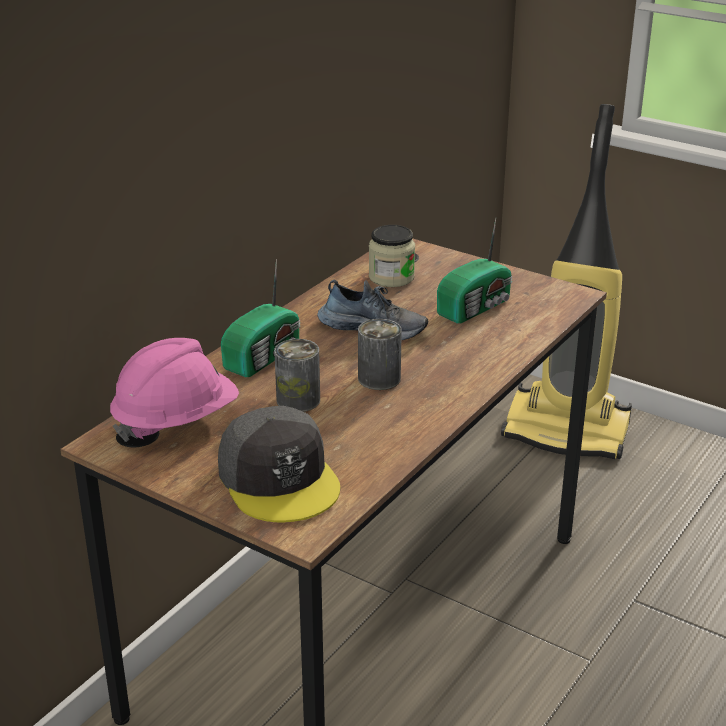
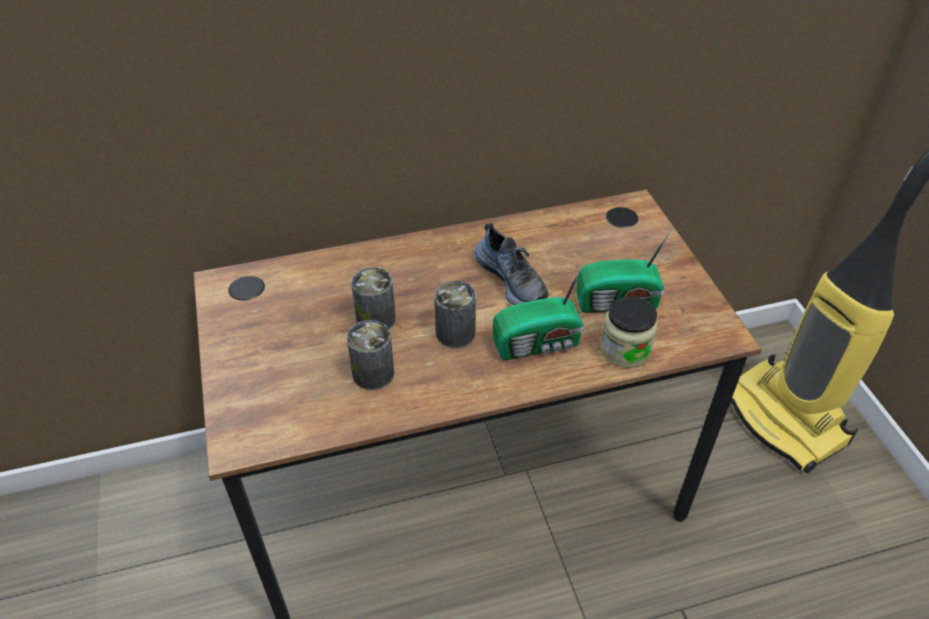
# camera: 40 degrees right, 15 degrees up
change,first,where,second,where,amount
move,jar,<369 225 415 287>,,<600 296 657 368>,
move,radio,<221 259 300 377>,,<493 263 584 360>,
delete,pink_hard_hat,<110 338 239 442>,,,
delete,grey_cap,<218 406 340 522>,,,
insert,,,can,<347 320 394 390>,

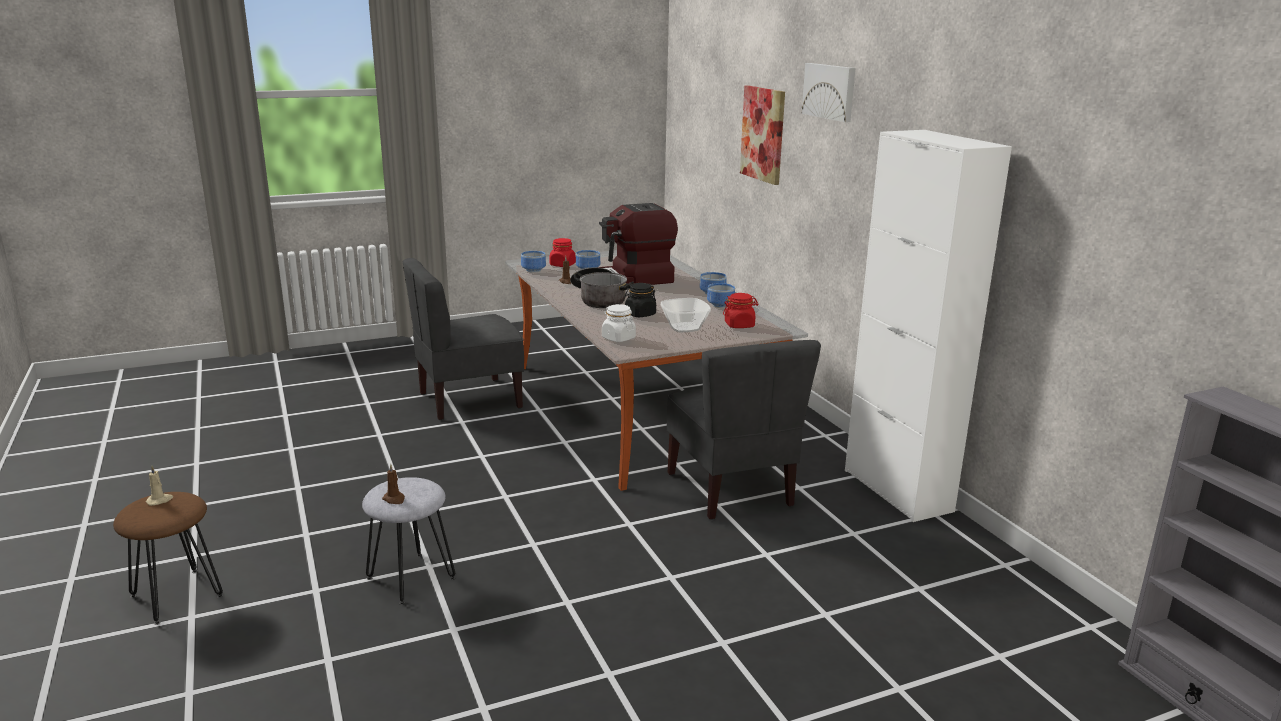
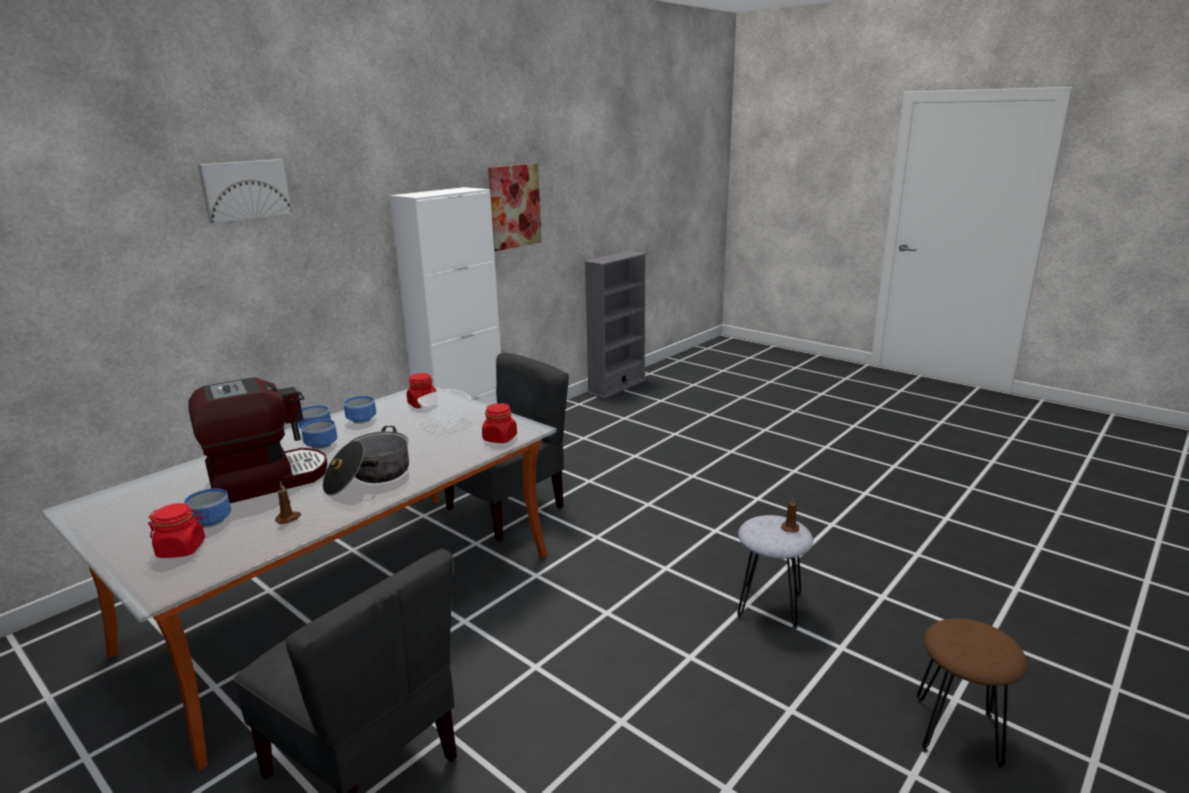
# camera: 115 degrees left, 0 degrees up
change,first,where,second,where,amount
move,picture,<740 85 785 185>,,<488 163 541 251>,
rotate,coffee_machine,<598 203 678 285>,,<188 377 327 503>,75 degrees counterclockwise
move,bowl,<521 251 546 273>,,<301 419 337 450>,
delete,black_jar,<625 283 656 317>,,,
recolor,white_jar,<602 304 636 342>,red_jar,<482 403 517 443>,
delete,beige_candle,<146 466 173 506>,,,

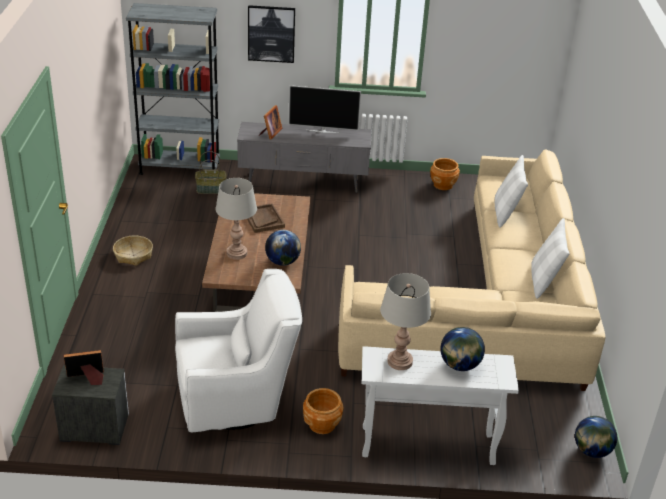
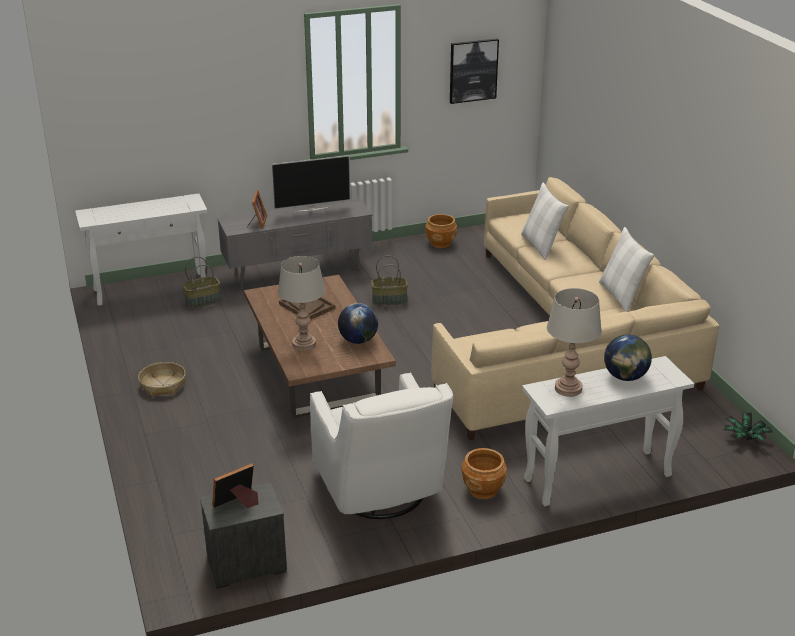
# camera: 20 degrees left, 5 degrees down
change,first,where,second,where,amount
replace,grey_bookcase,<126 3 220 175>,white_console_table,<75 193 207 306>,
move,picture,<248 5 295 63>,,<450 38 499 104>,
rotate,white_armchair,<175 269 302 432>,,<310 372 453 519>,105 degrees clockwise
replace,globe,<575 416 617 458>,potted_plant,<724 412 774 443>,
insert,,,basket,<371 255 408 305>,

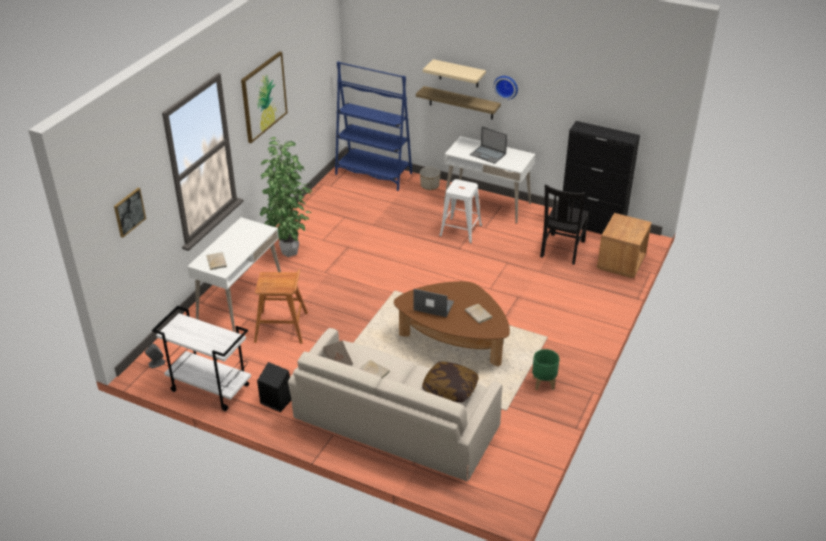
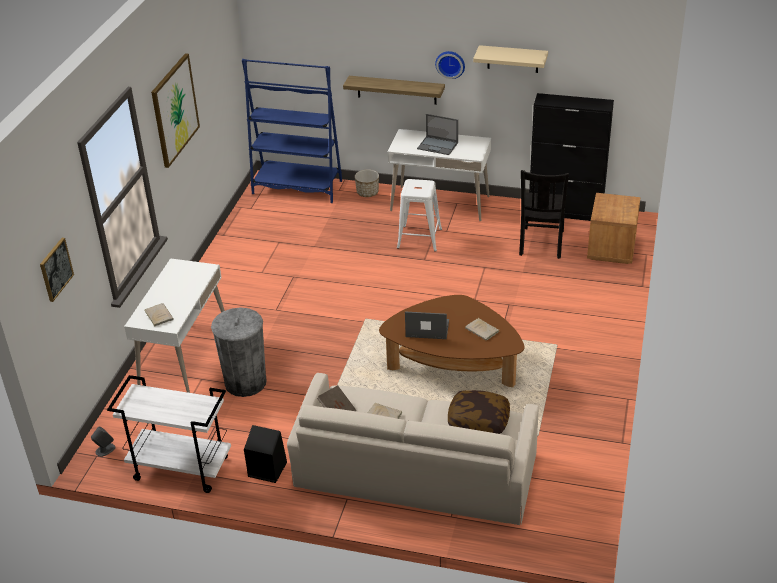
# camera: 10 degrees left, 0 degrees up
change,first,where,second,where,amount
move,beige_shelf,<423 59 486 88>,,<473 45 548 73>,
delete,potted_plant,<259 137 312 257>,,,
replace,brown_stool,<254 270 308 344>,grey_trash_can,<211 308 266 397>,
delete,green_planter,<532 349 560 390>,,,

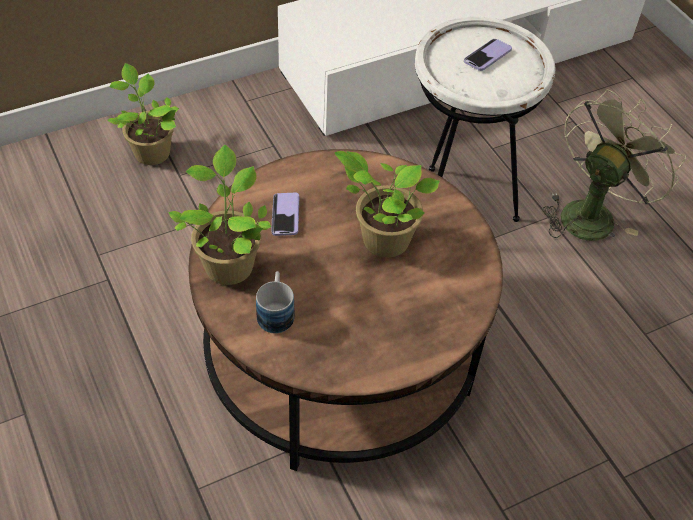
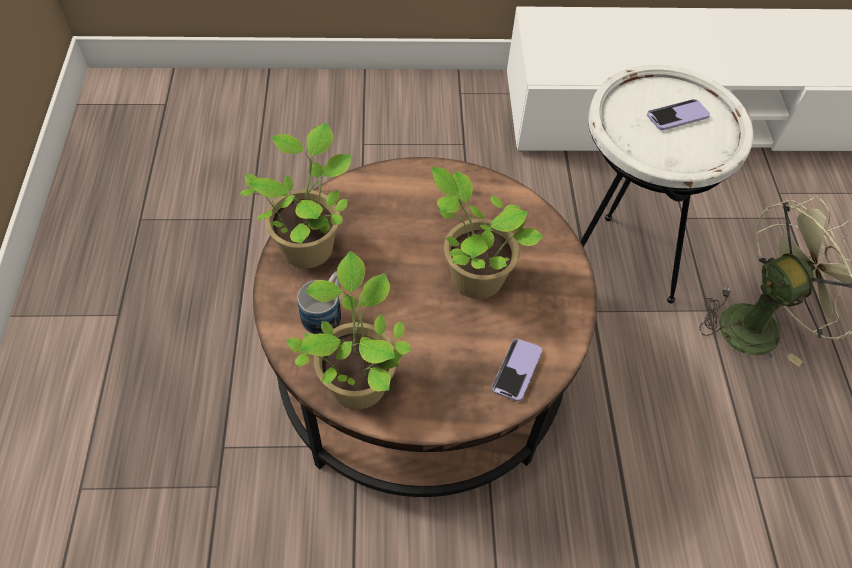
# camera: 25 degrees right, 5 degrees up
change,first,where,second,where,amount
move,potted_plant,<107 63 179 165>,,<286 251 411 410>,
move,phone,<271 193 299 236>,,<492 339 542 401>,

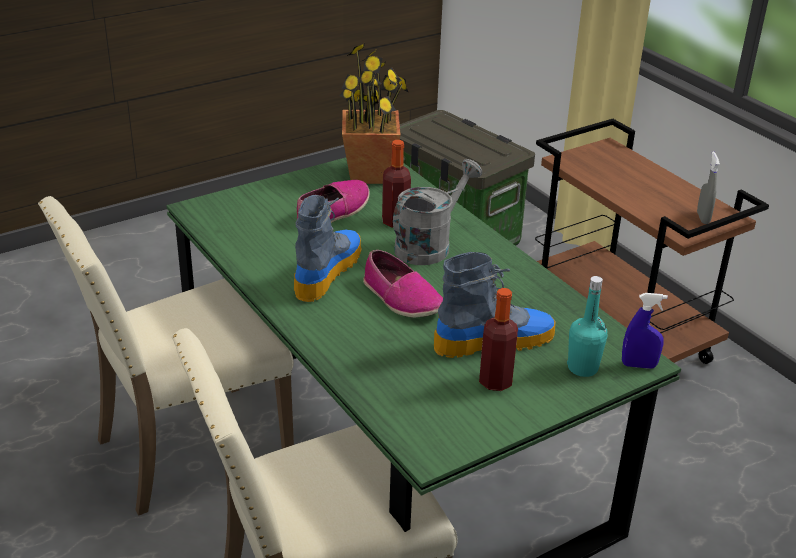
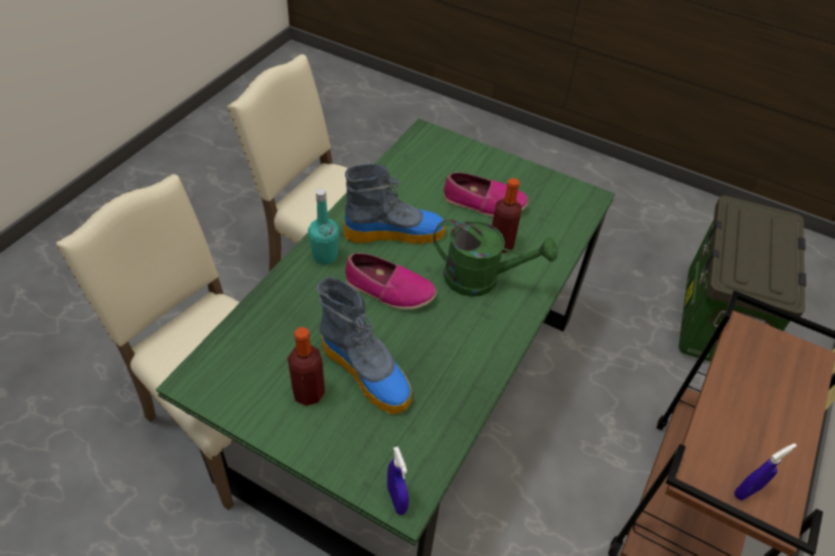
# camera: 60 degrees right, 15 degrees up
change,first,where,second,where,amount
delete,potted_plant,<339 43 409 184>,,,
recolor,grey_spray_bottle,<697 151 720 224>,blue_spray_bottle,<734 443 797 501>,
recolor,grey_watering_can,<393 159 482 265>,green_watering_can,<433 219 558 297>,
rotate,shoe,<363 250 443 317>,,<345 253 437 310>,90 degrees counterclockwise
move,turquoise_bottle,<567 276 607 377>,,<308 189 339 265>,

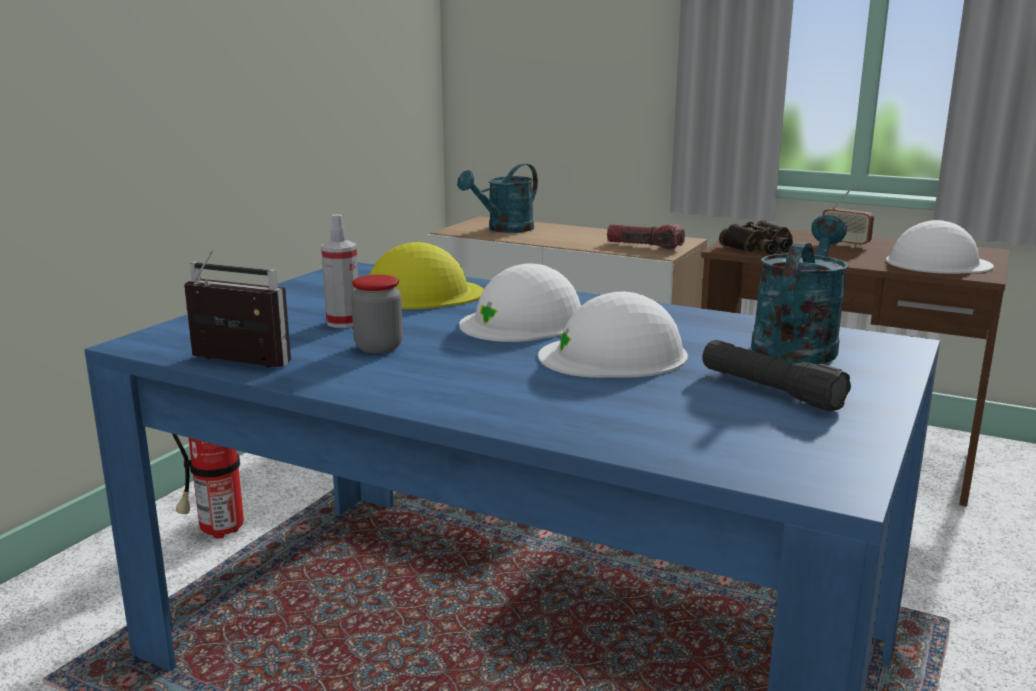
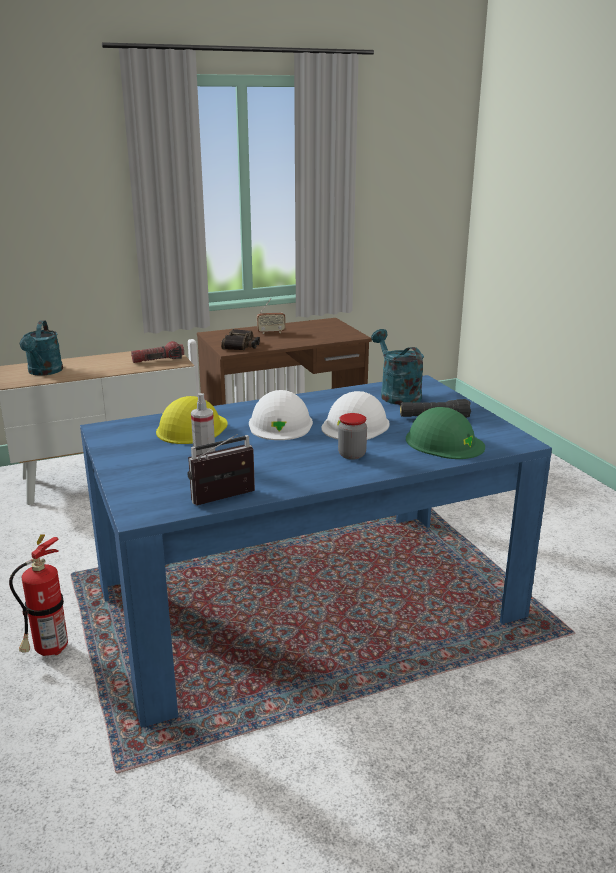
# camera: 50 degrees left, 5 degrees up
change,first,where,second,where,amount
delete,white_hard_hat,<886 220 994 274>,,,
move,jar,<351 275 403 353>,,<338 413 367 460>,
insert,,,green_hard_hat,<406 407 485 459>,

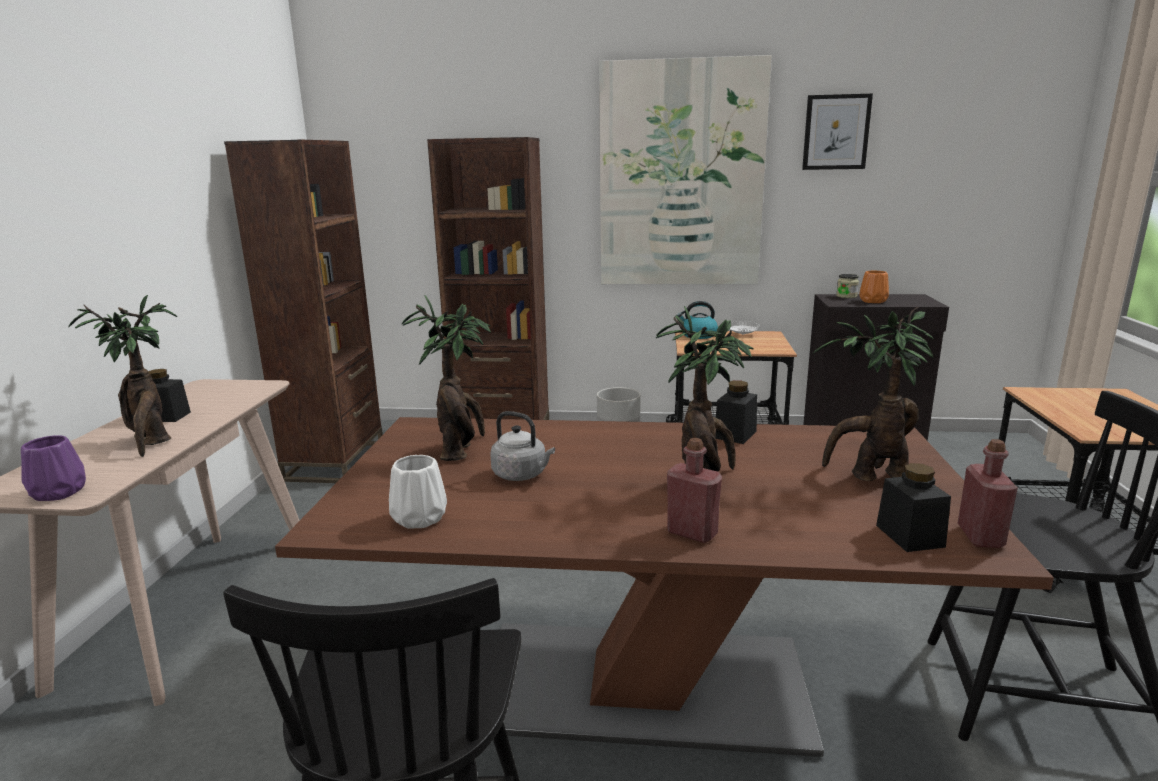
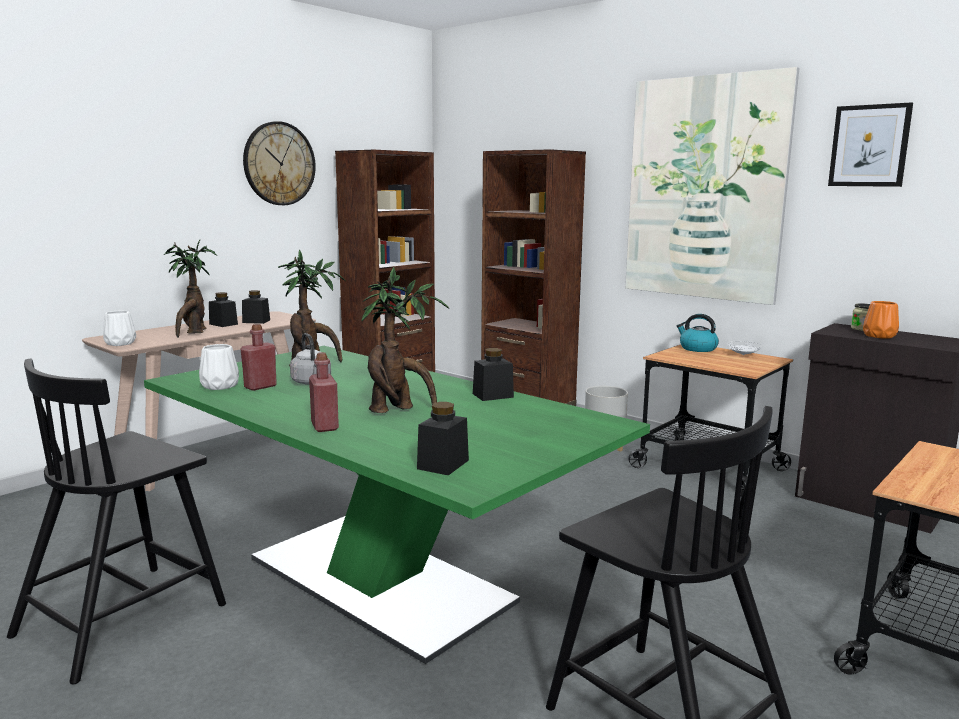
# camera: 35 degrees right, 5 degrees down
change,first,where,second,where,amount
delete,potted_plant,<813 307 934 481>,,,
recolor,brown_dining_table,<275 417 1054 757>,green_dining_table,<144 346 650 664>,
recolor,purple_vase,<21 435 86 501>,white_vase,<103 310 136 346>,
move,red_bottle,<958 439 1018 548>,,<240 324 277 391>,
insert,,,wall_clock,<243 121 316 205>,
insert,,,black_jar,<242 290 270 324>,

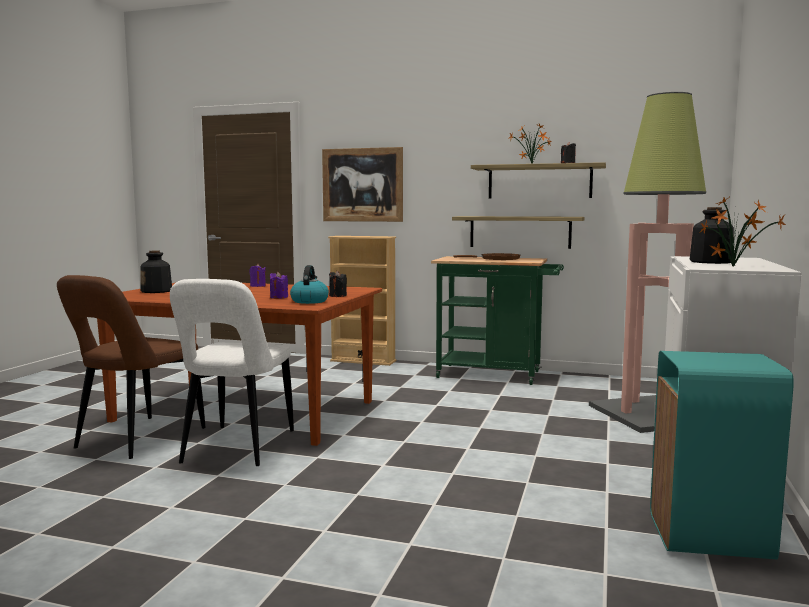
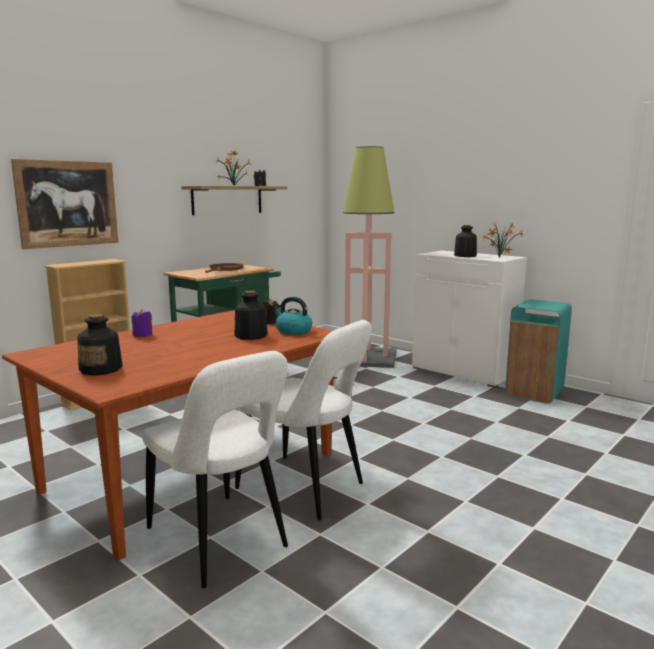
# camera: 65 degrees left, 5 degrees up
change,first,where,second,where,amount
delete,shelf,<452 216 585 249>,,,
replace,purple_candle,<270 272 288 299>,bottle,<235 291 268 340>,
recolor,brown_chair,<57 275 206 459>,white_chair,<142 351 288 588>,

